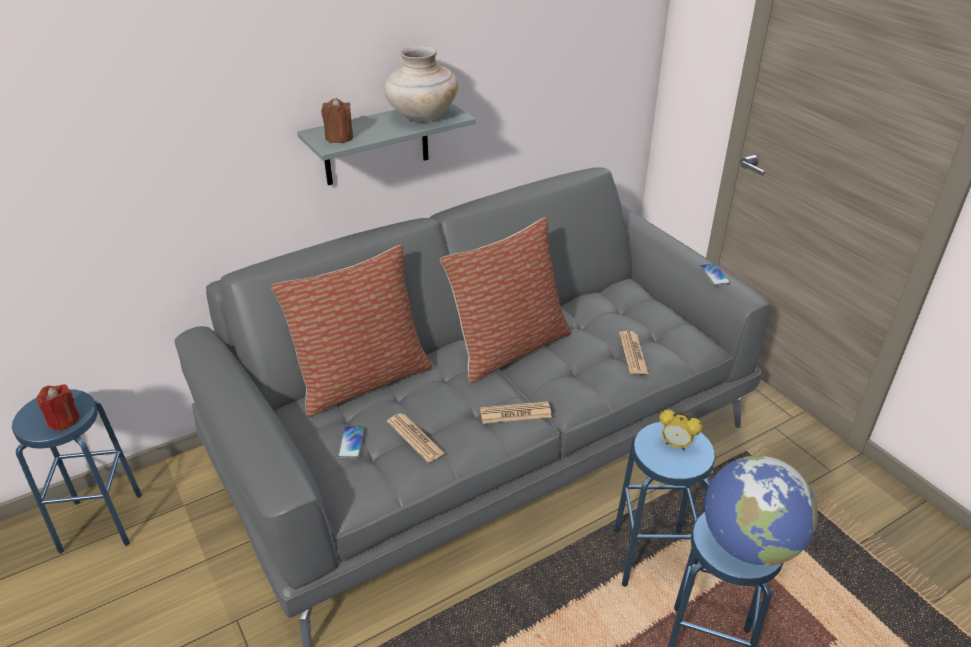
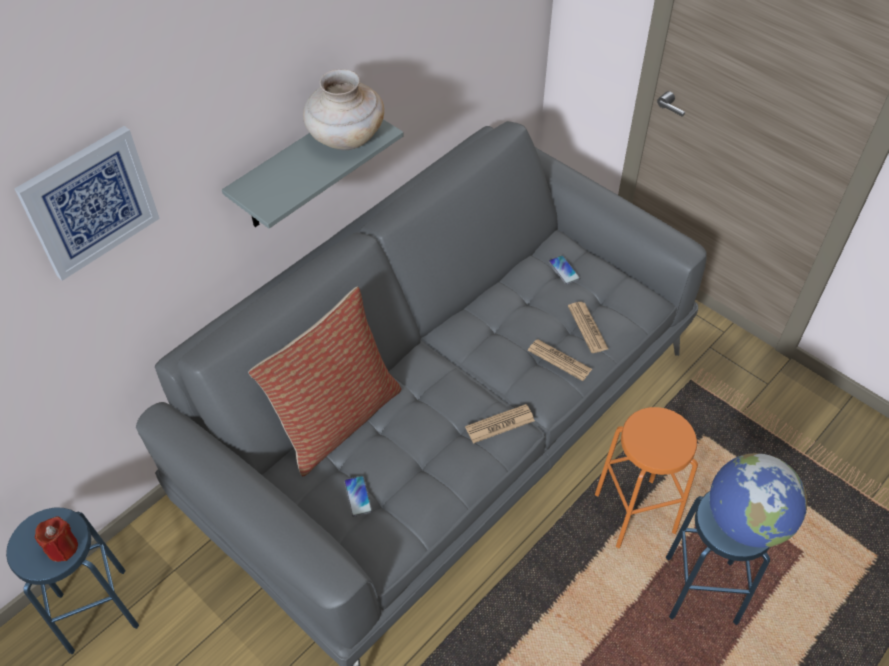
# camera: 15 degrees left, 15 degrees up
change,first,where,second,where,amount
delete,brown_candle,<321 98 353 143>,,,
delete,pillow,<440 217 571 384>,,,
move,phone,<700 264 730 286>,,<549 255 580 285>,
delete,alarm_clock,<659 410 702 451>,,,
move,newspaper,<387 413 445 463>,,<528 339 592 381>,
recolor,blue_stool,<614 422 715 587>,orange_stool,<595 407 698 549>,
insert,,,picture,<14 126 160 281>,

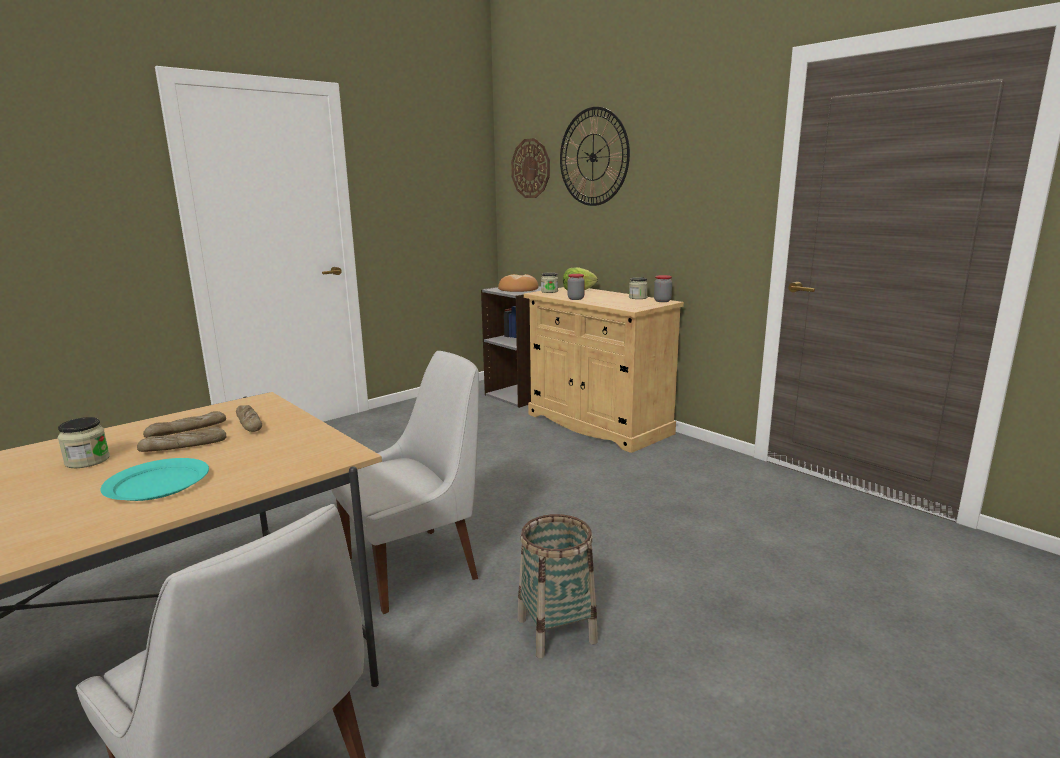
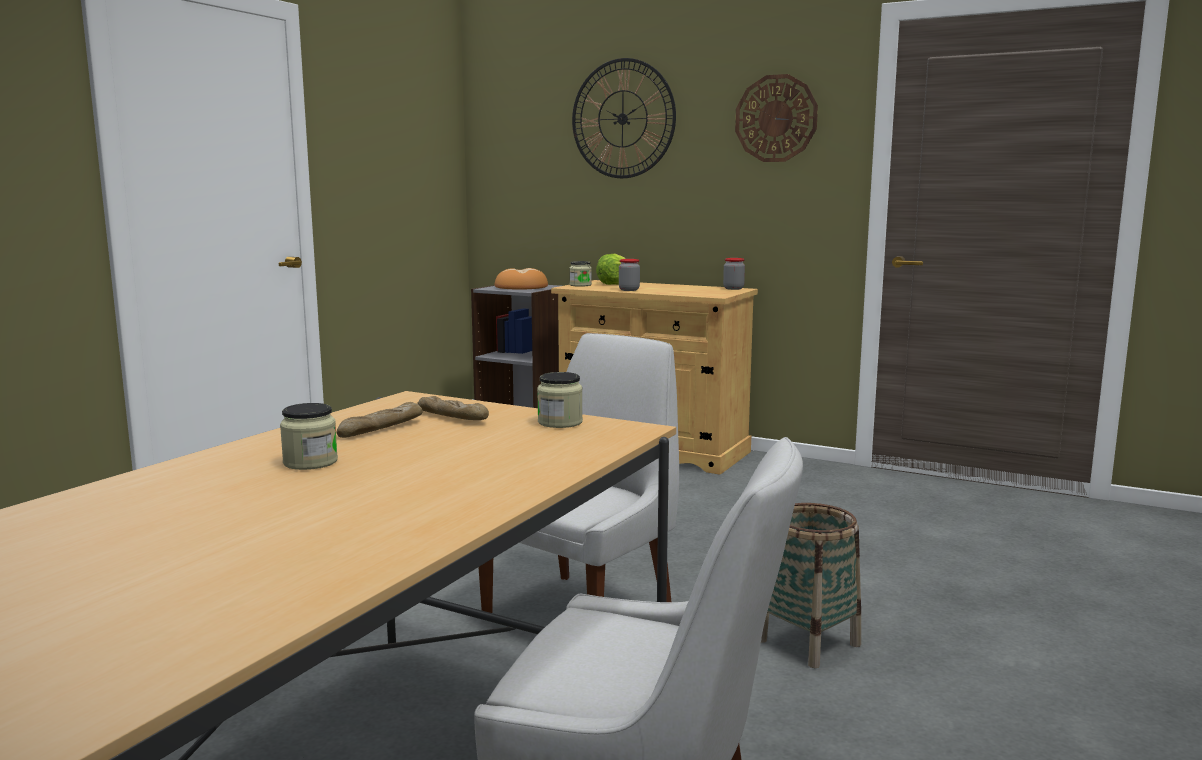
# camera: 20 degrees left, 5 degrees down
change,first,where,second,where,amount
move,wall_clock,<511 138 550 198>,,<735 74 818 162>,
move,jar,<629 277 648 299>,,<537 372 583 428>,
delete,bread,<137 427 226 452>,,,
delete,turquoise_plate,<101 458 209 501>,,,

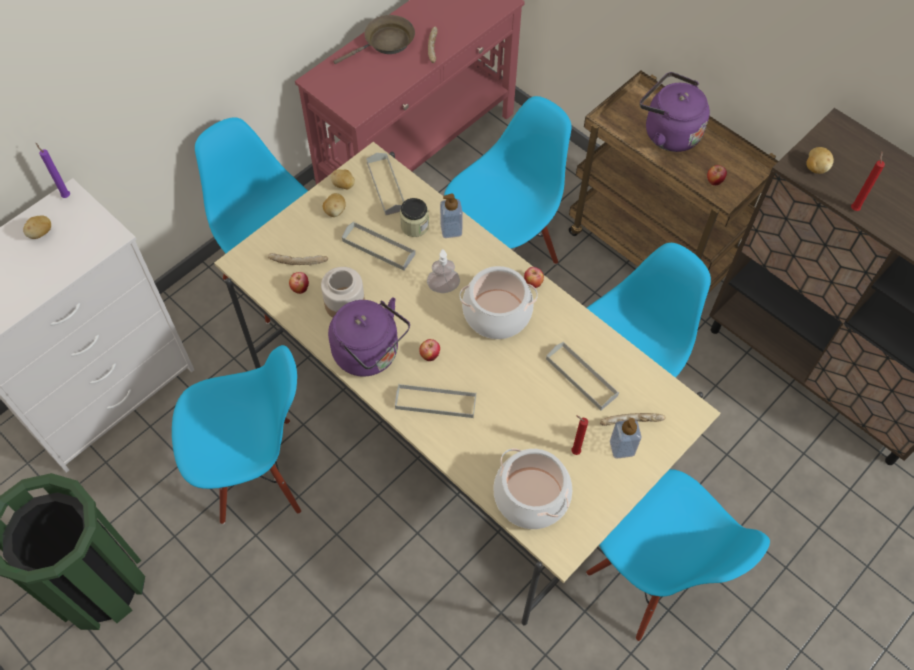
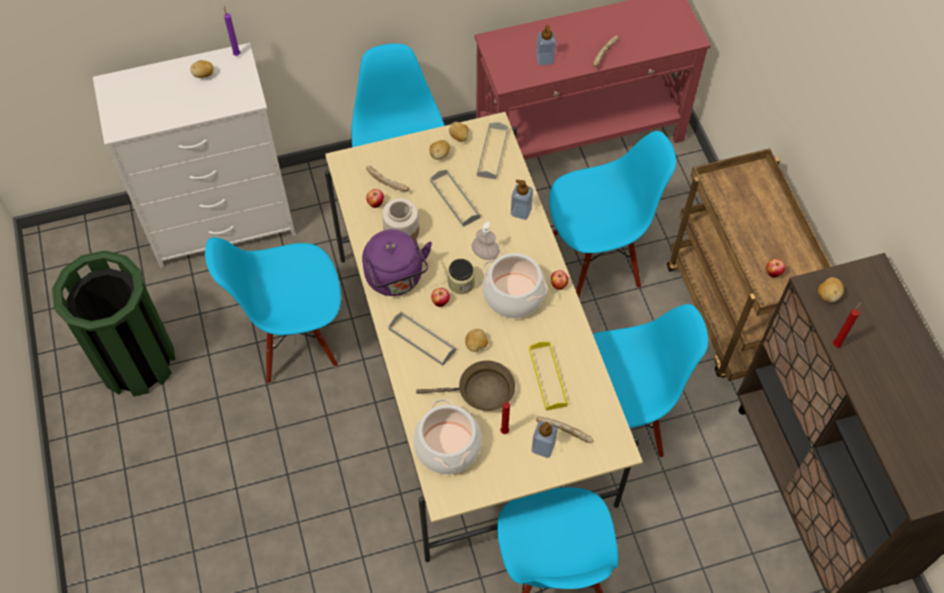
# camera: 30 degrees right, 0 degrees up
change,first,where,second,where,amount
move,brown_frying_pan,<333 15 415 64>,,<416 360 515 411>,
delete,purple_kettle,<640 72 710 152>,,,
move,jar,<400 198 429 237>,,<448 259 475 294>,
recolor,grey_tray,<546 342 619 410>,yellow_tray,<529 342 568 411>,
rotate,blue_chair,<172 345 301 524>,,<205 237 341 384>,150 degrees clockwise
insert,,,soap_dispenser,<536 25 556 65>,
insert,,,potato,<465 328 488 352>,

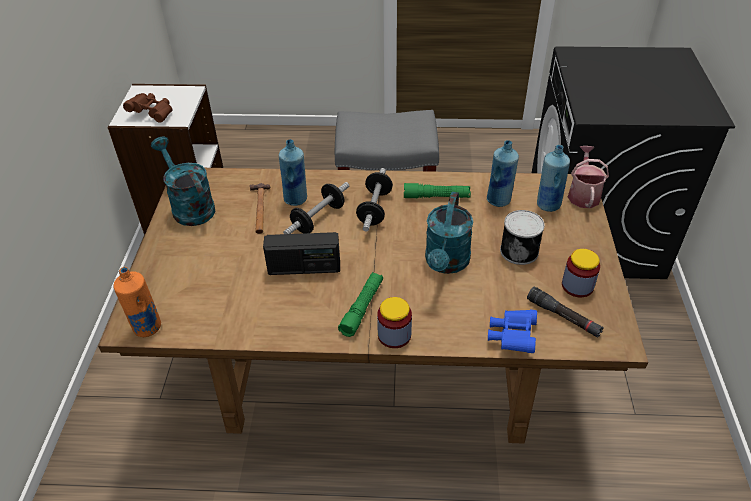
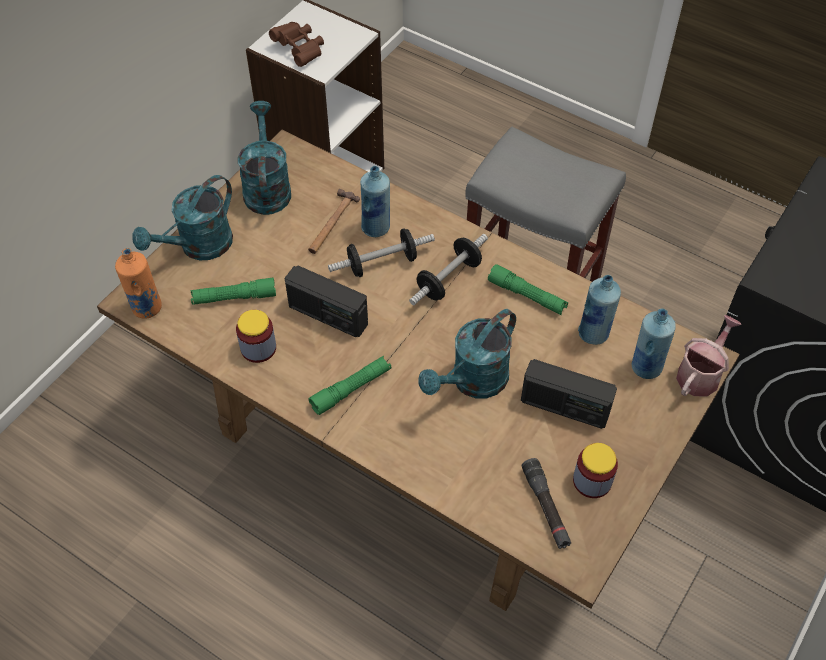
# camera: 30 degrees right, 10 degrees up
change,first,where,second,where,amount
replace,can,<500 210 545 265>,radio,<521 359 617 429>,
move,jar,<377 297 412 348>,,<236 310 276 363>,
delete,blue_binoculars,<488 309 537 353>,,,
insert,,,turquoise_watering_can,<132 175 233 260>,
insert,,,green_flashlight,<190 278 276 305>,

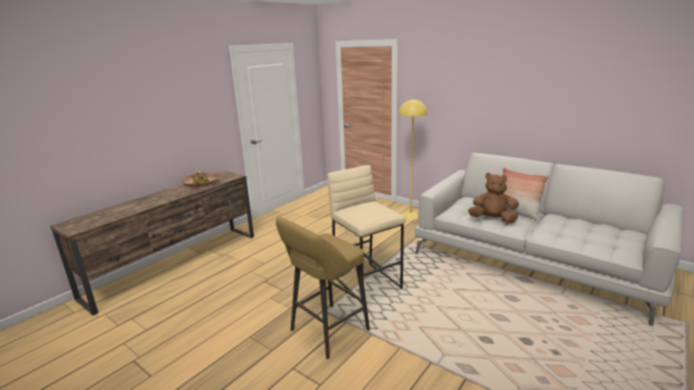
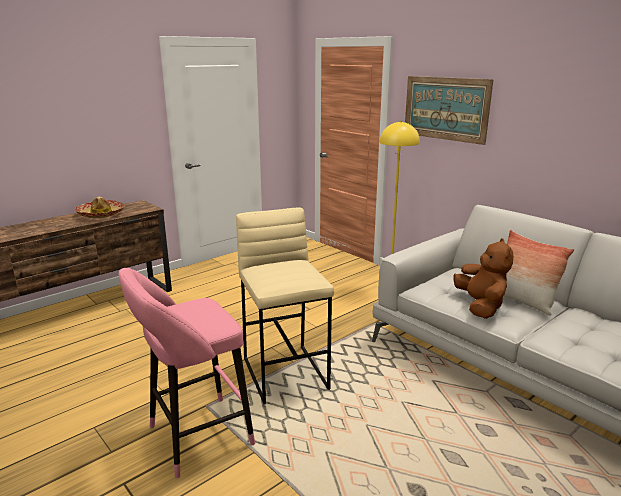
# camera: 10 degrees right, 0 degrees up
change,first,where,second,where,amount
rotate,brown_plush_toy,<468 173 519 223>,,<453 238 513 319>,60 degrees clockwise
recolor,yellow_stool,<276 217 370 359>,pink_stool,<119 268 255 478>,
insert,,,picture,<405 76 493 145>,

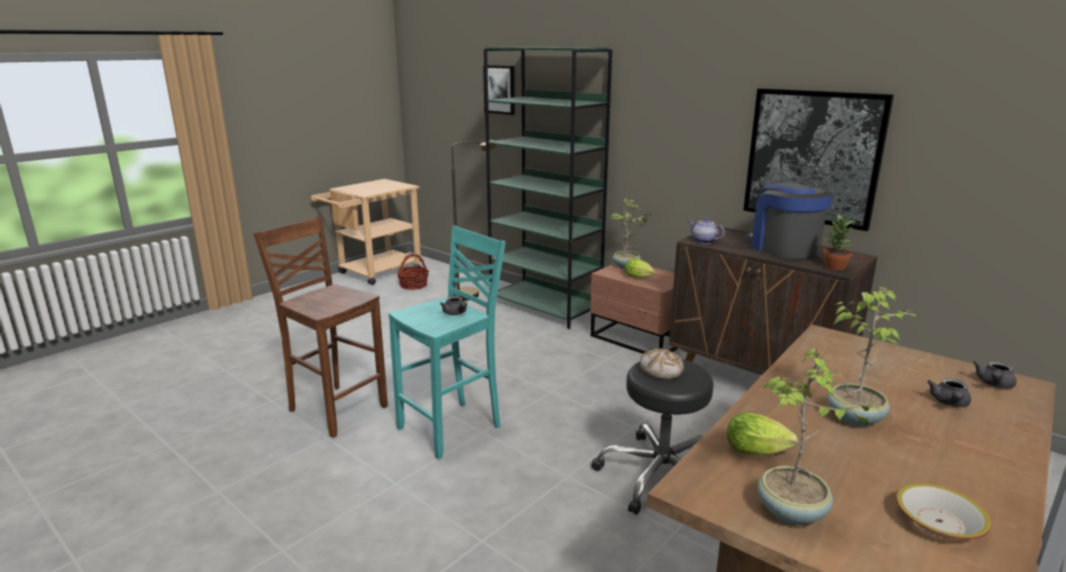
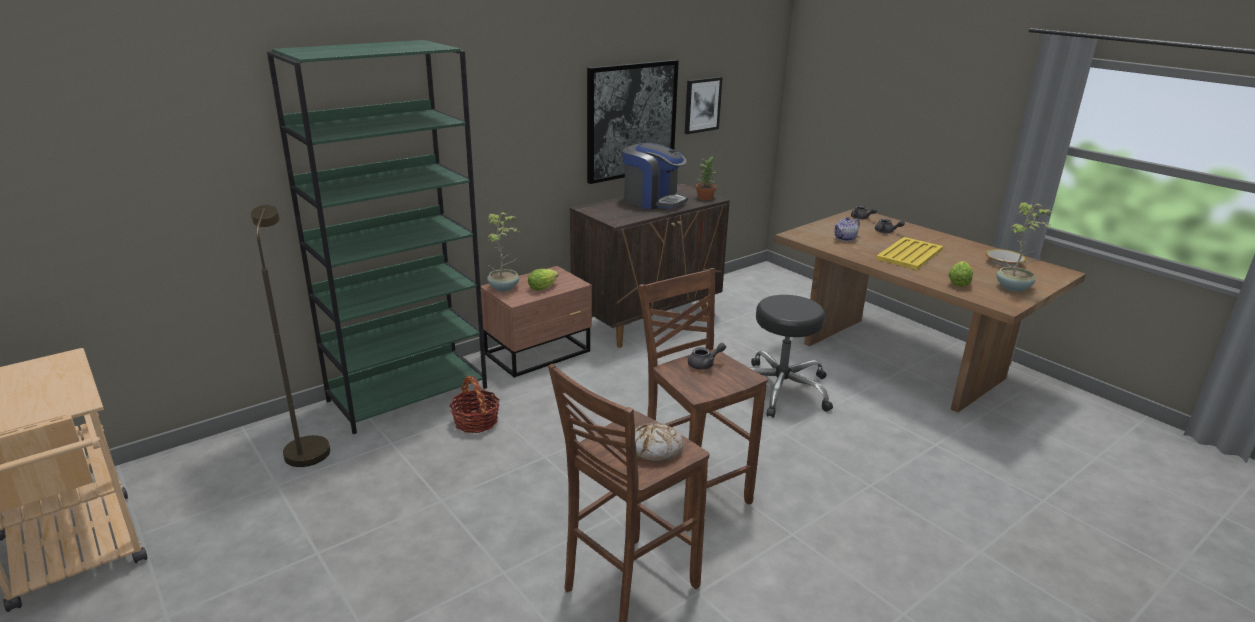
# camera: 80 degrees left, 5 degrees up
change,first,where,second,where,amount
move,picture,<483 65 515 115>,,<685 77 723 134>,
rotate,coffee_machine,<746 181 833 259>,,<623 143 688 209>,135 degrees counterclockwise
move,teapot,<689 218 725 244>,,<834 217 860 241>,
recolor,turquoise_stool,<389 225 506 459>,brown_stool,<639 268 768 531>,
move,basket,<396 254 429 290>,,<449 375 500 433>,
replace,potted_plant,<828 286 918 427>,yellow_tray,<876 237 943 270>,
move,bread,<640 348 684 379>,,<635 422 683 462>,

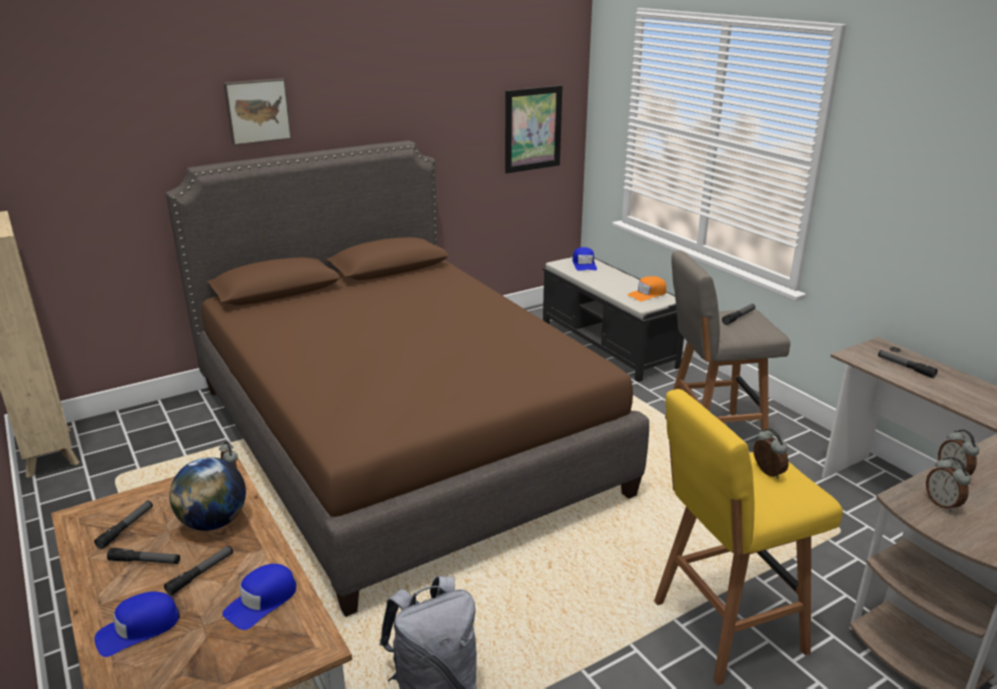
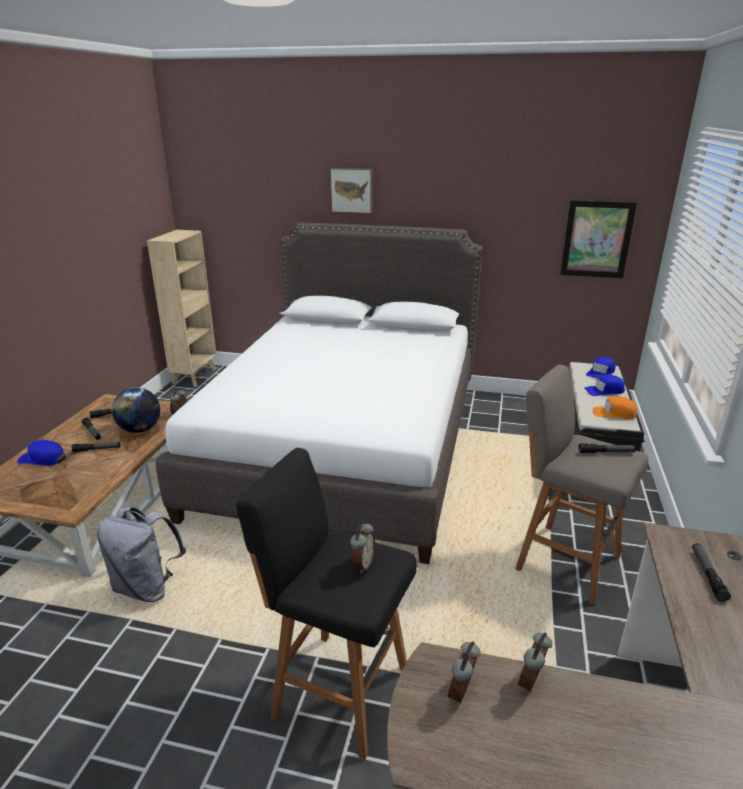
# camera: 45 degrees right, 0 degrees up
change,first,where,second,where,amount
recolor,brown_bed,<166 140 649 617>,white_bed,<156 223 483 564>,
recolor,yellow_stool,<654 389 843 685>,black_stool,<236 448 417 760>,
move,blue_cap,<222 564 296 630>,,<584 375 625 396>,

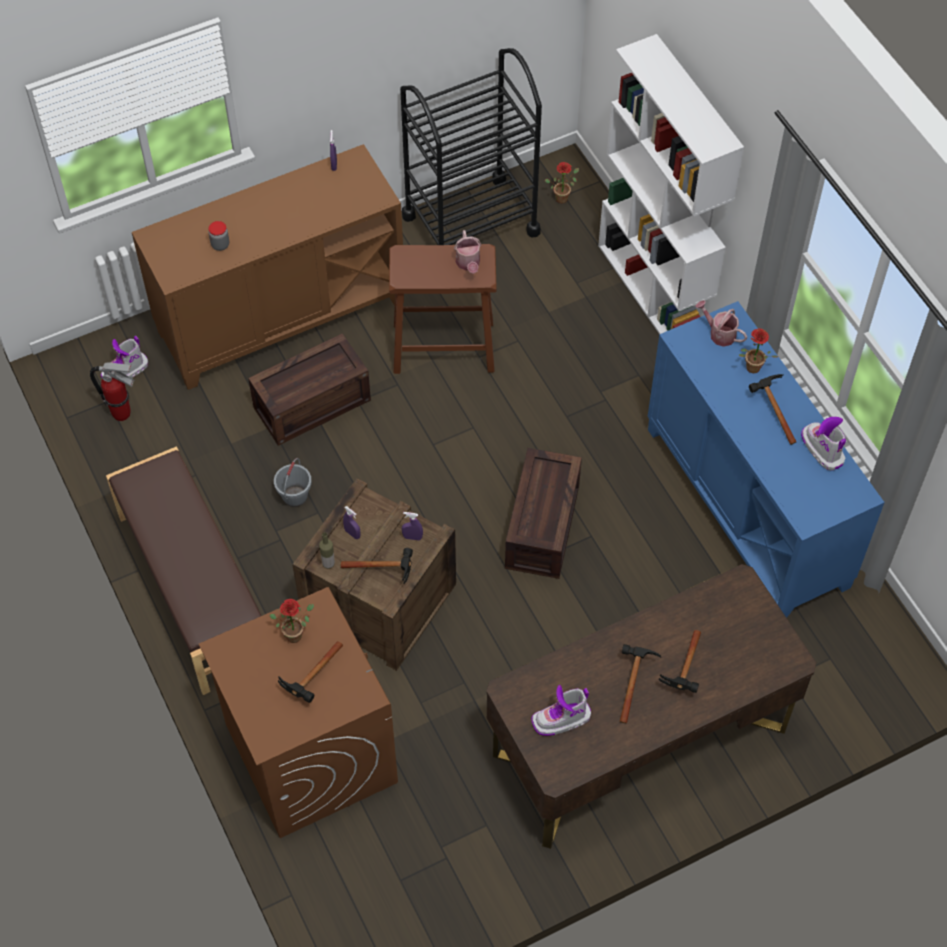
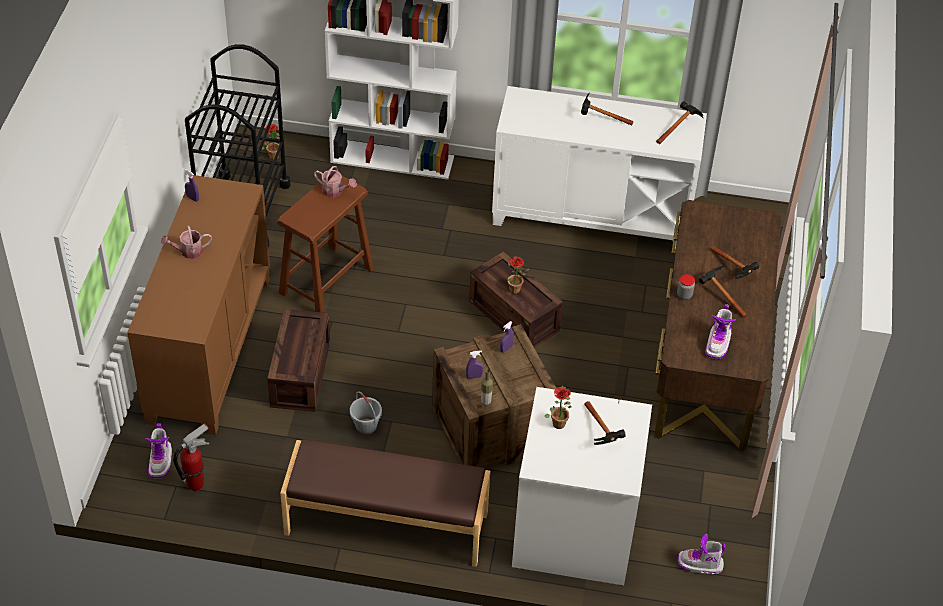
# camera: 55 degrees left, 10 degrees down
change,first,where,second,where,amount
move,jar,<208 221 229 251>,,<677 274 695 300>,
move,watering_can,<695 300 747 347>,,<161 225 212 259>,
recolor,blue_cabinet,<648 301 885 618>,white_cabinet,<492 86 707 250>,
move,potted_plant,<739 329 778 373>,,<508 256 530 294>,
move,boot,<801 417 846 471>,,<678 533 725 574>,
move,hammer,<341 548 413 584>,,<656 101 704 144>,
recolor,brown_washing_machine,<199 587 398 838>,white_washing_machine,<512 387 652 585>,

